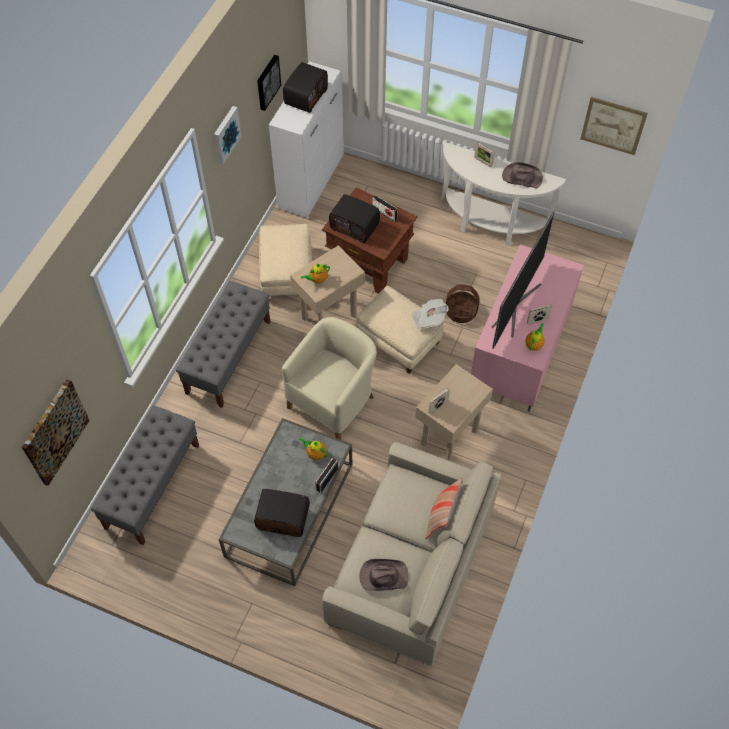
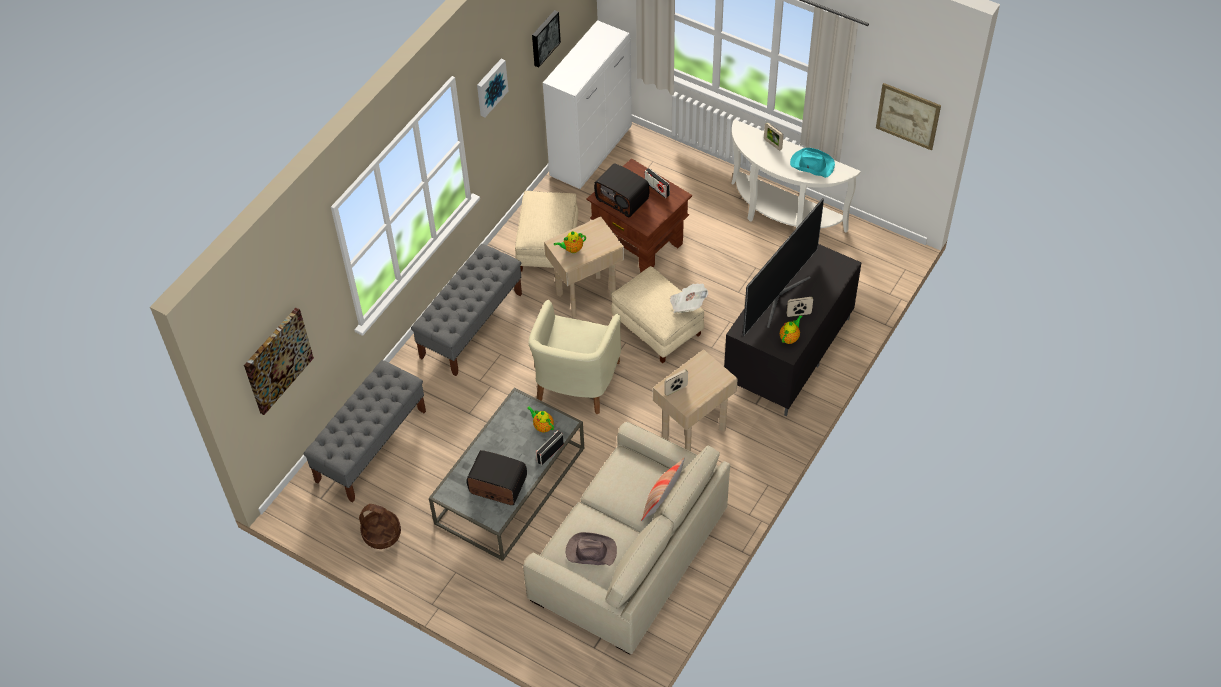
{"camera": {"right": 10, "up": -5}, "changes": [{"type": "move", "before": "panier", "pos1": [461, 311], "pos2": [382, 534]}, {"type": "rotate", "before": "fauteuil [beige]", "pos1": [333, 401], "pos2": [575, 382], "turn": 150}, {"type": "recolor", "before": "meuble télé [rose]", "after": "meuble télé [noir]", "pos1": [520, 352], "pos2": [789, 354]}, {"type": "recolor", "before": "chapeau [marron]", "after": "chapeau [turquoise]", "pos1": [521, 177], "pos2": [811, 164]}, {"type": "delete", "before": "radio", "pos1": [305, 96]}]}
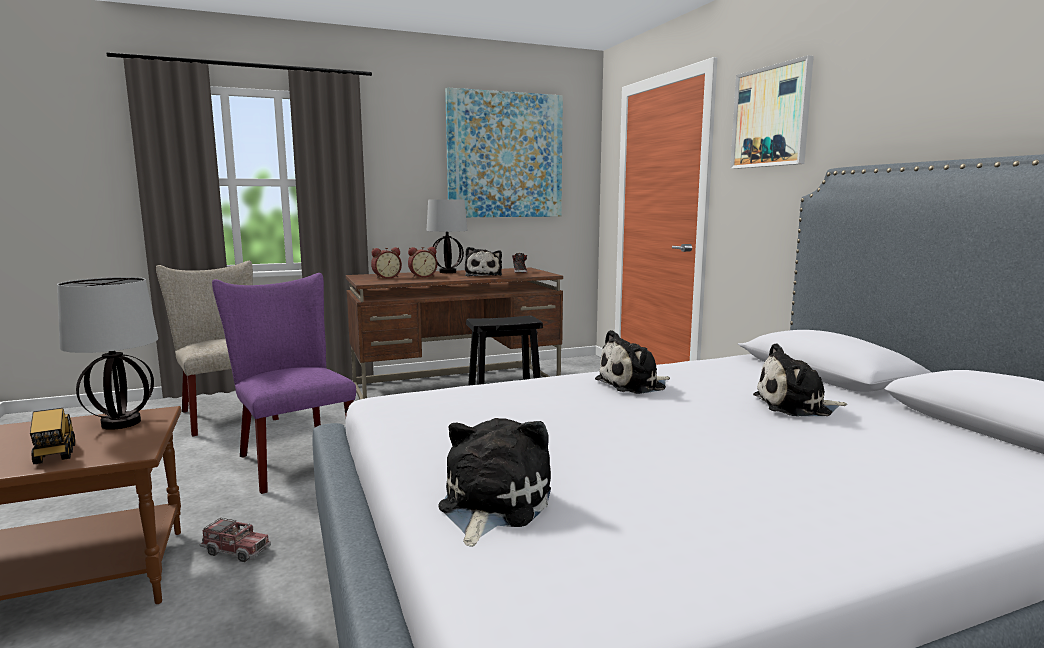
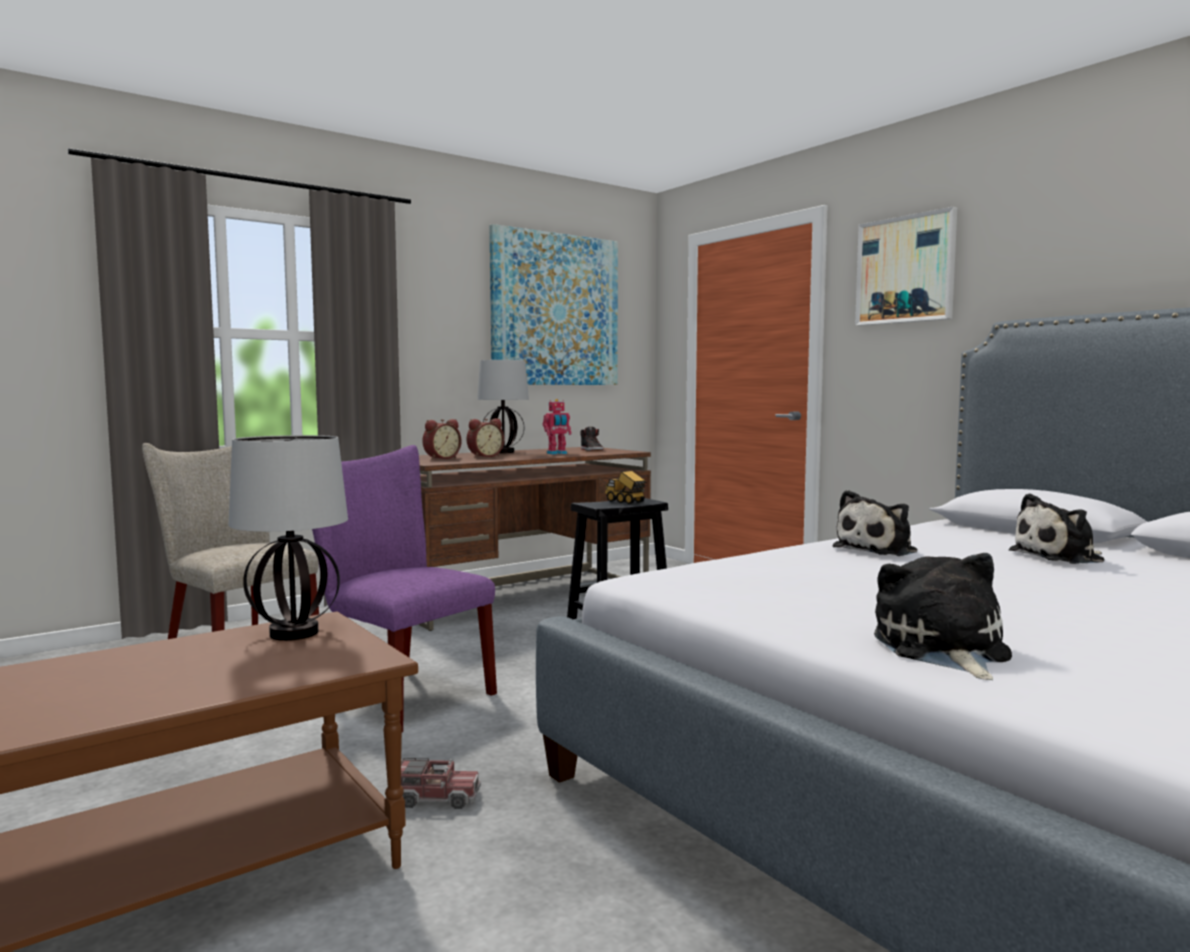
{"camera": {"right": -15, "up": -5}, "changes": [{"type": "replace", "before": "peluche", "after": "robot jouet", "pos1": [483, 275], "pos2": [557, 454]}, {"type": "move", "before": "camion jouet", "pos1": [55, 455], "pos2": [626, 502]}]}
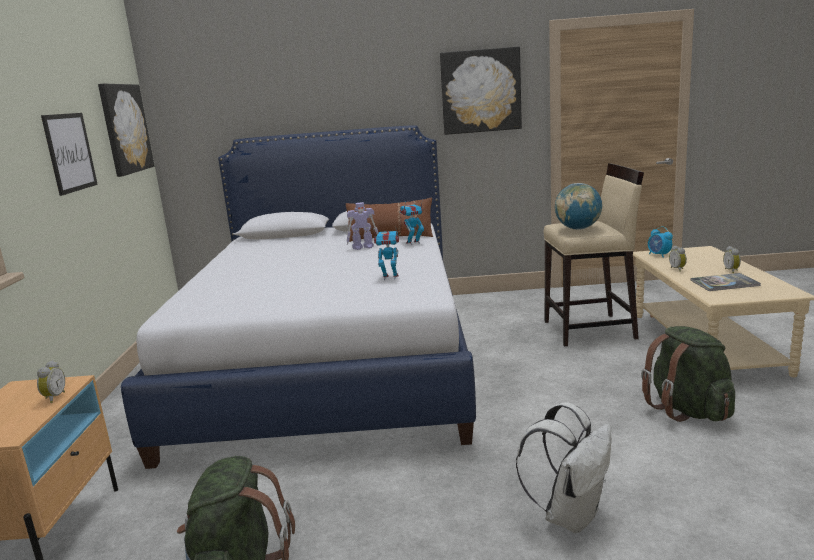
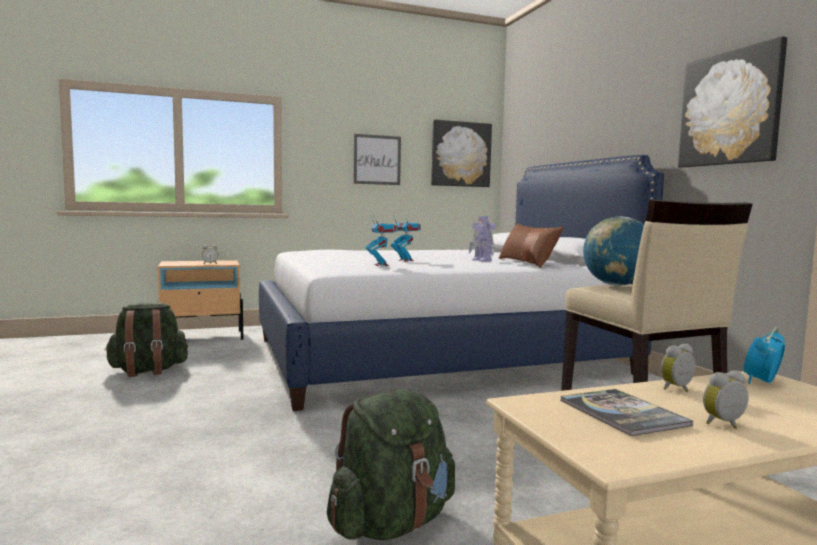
{"camera": {"right": 70, "up": -10}, "changes": [{"type": "move", "before": "robot jouet", "pos1": [413, 243], "pos2": [405, 260]}, {"type": "delete", "before": "sac à dos [blanc]", "pos1": [570, 515]}]}
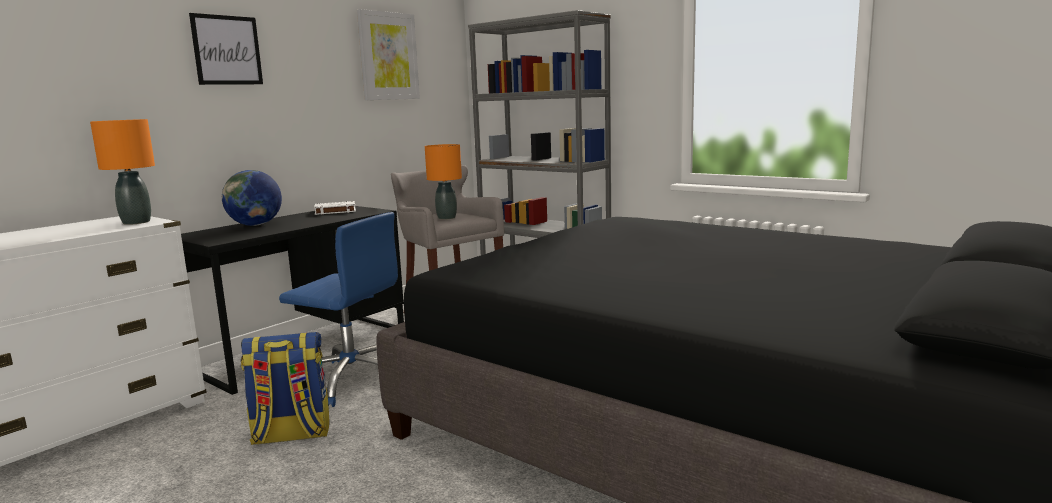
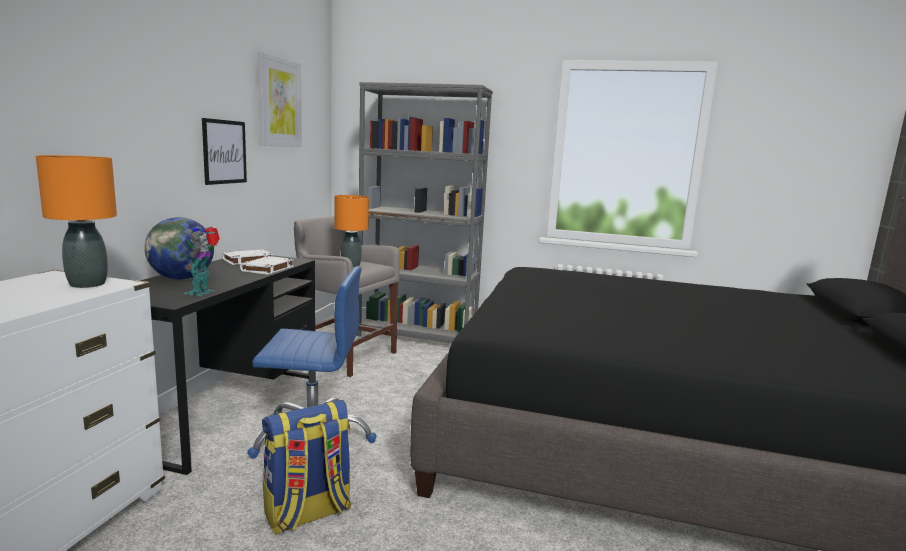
{"camera": {"right": -25, "up": 0}, "changes": [{"type": "insert", "after": "robot jouet", "pos2": [202, 292]}, {"type": "move", "before": "tableau", "pos1": [227, 50], "pos2": [224, 152]}, {"type": "insert", "after": "livre [blanc]", "pos2": [267, 269]}]}
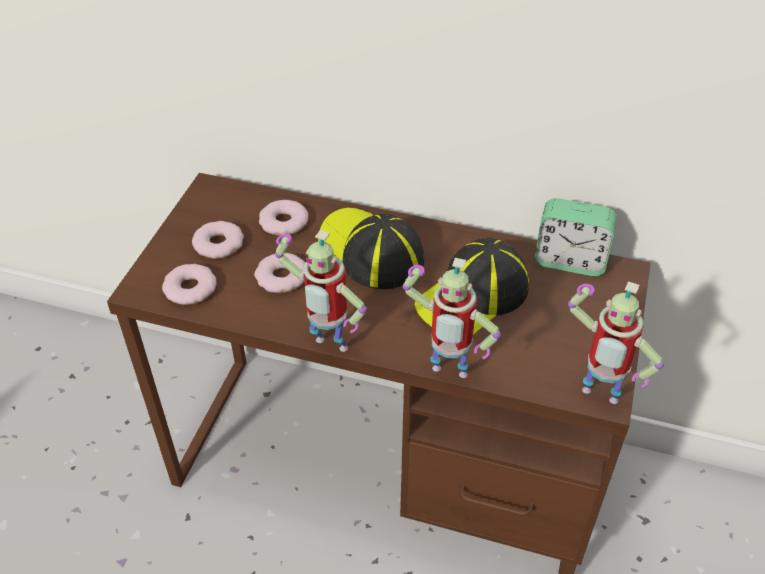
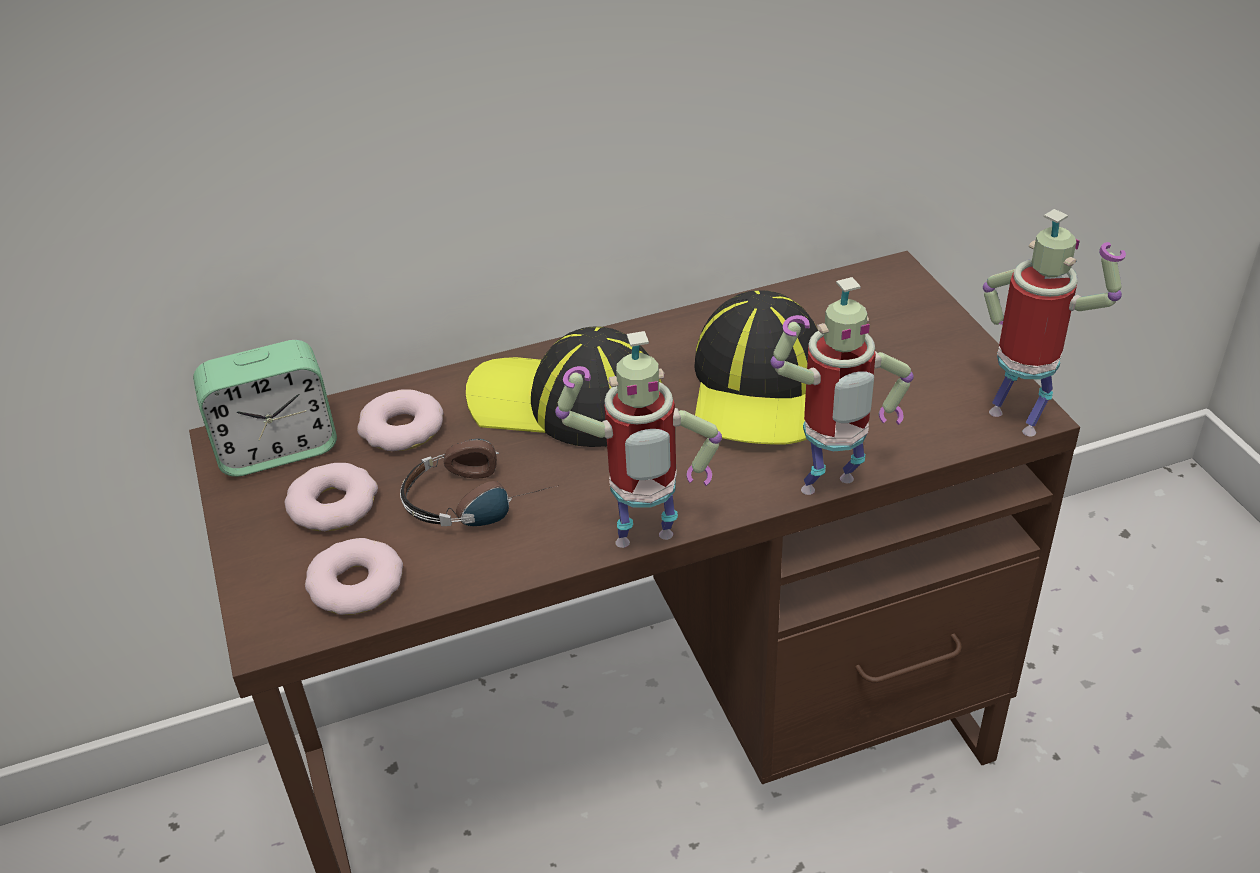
{"camera": {"right": -35, "up": -5}, "changes": [{"type": "move", "before": "réveil", "pos1": [570, 261], "pos2": [277, 449]}, {"type": "replace", "before": "beignet", "after": "casque audio", "pos1": [282, 277], "pos2": [480, 497]}, {"type": "rotate", "before": "robot jouet", "pos1": [597, 399], "pos2": [1019, 419], "turn": -120}]}
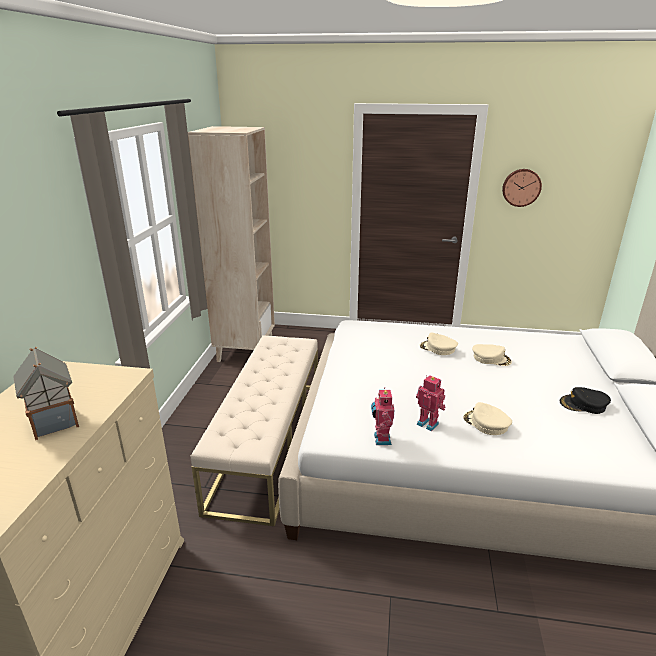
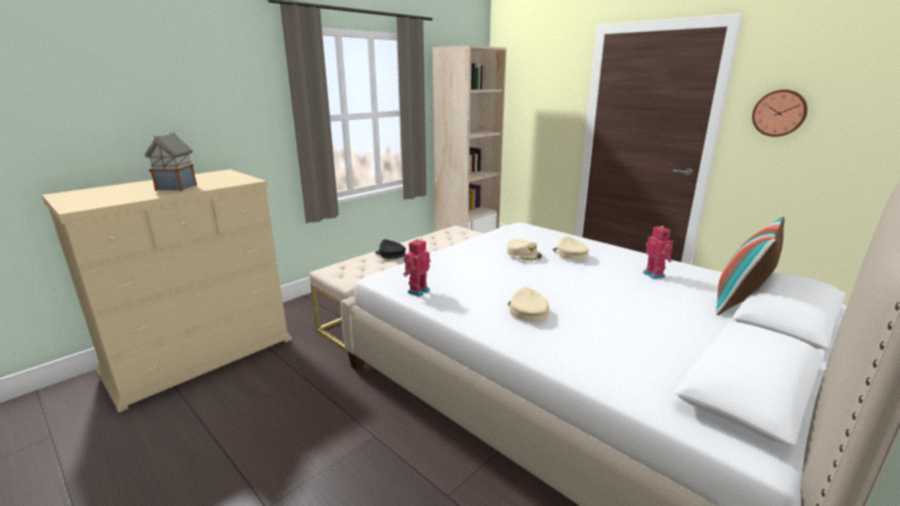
{"camera": {"right": 35, "up": -5}, "changes": [{"type": "move", "before": "casquette [noir]", "pos1": [583, 404], "pos2": [390, 254]}, {"type": "move", "before": "casquette [beige]", "pos1": [491, 358], "pos2": [524, 254]}, {"type": "move", "before": "robot jouet", "pos1": [428, 423], "pos2": [655, 275]}, {"type": "insert", "after": "coussin", "pos2": [740, 302]}]}
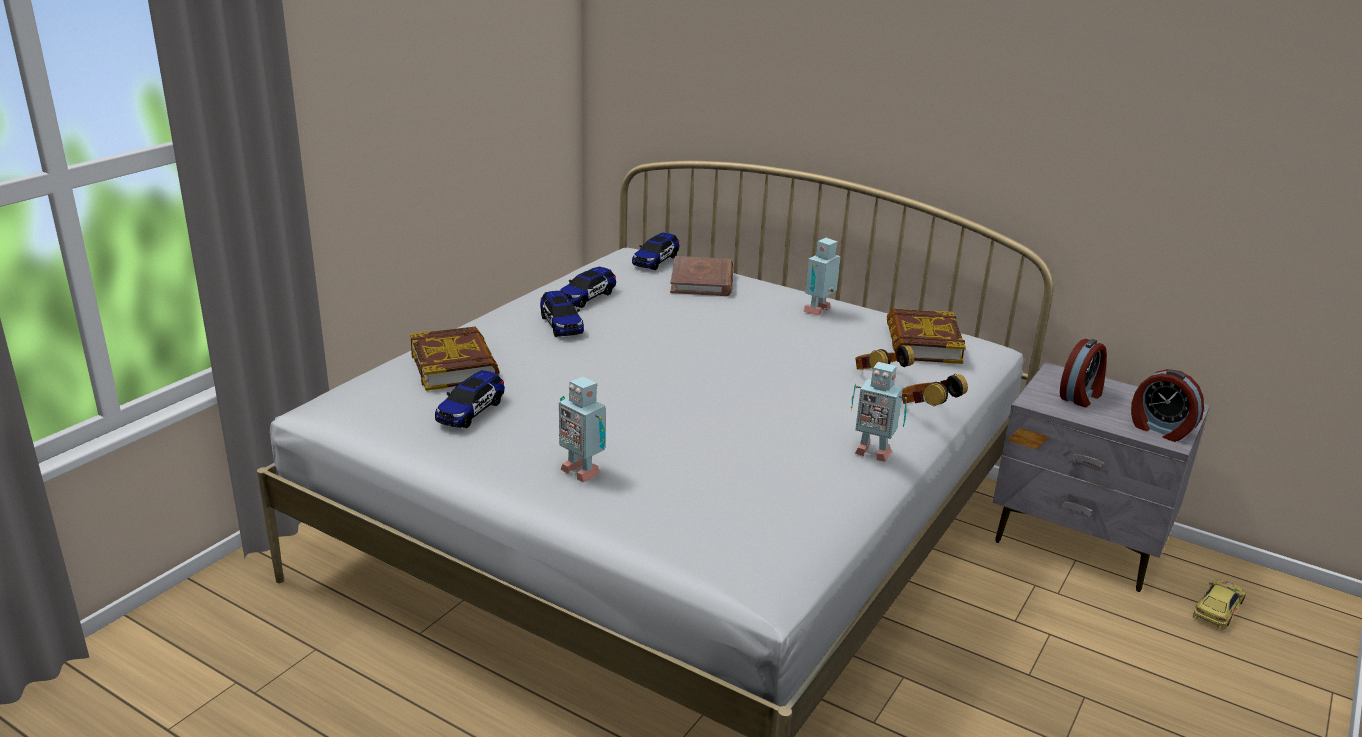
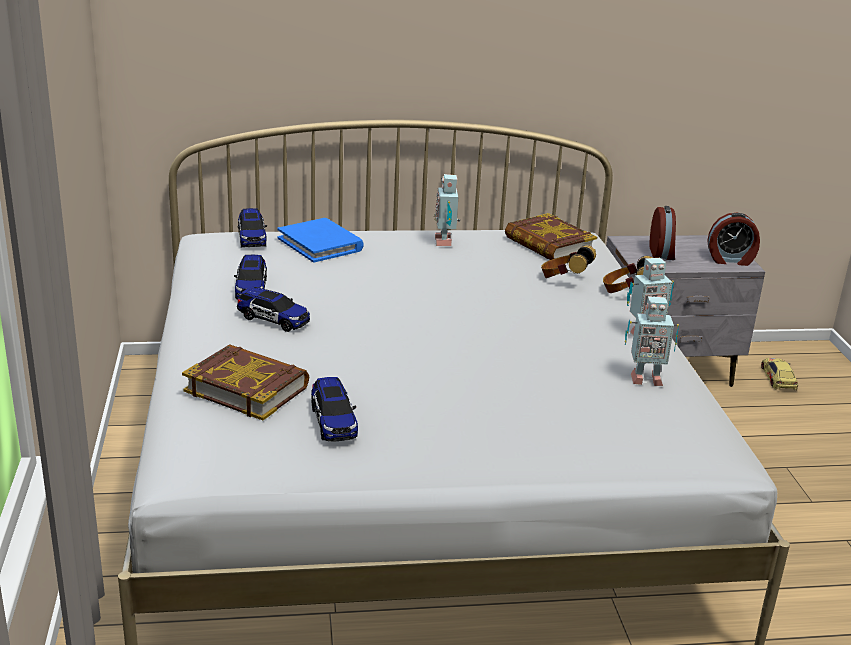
{"camera": {"right": -40, "up": 0}, "changes": [{"type": "recolor", "before": "livre [marron]", "after": "livre [bleu]", "pos1": [702, 281], "pos2": [320, 244]}, {"type": "move", "before": "robot jouet", "pos1": [581, 470], "pos2": [644, 379]}]}
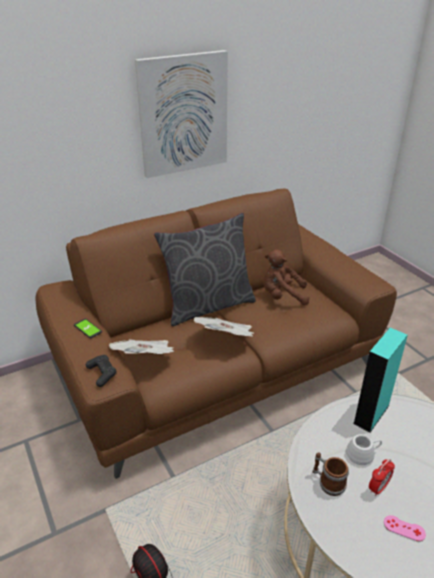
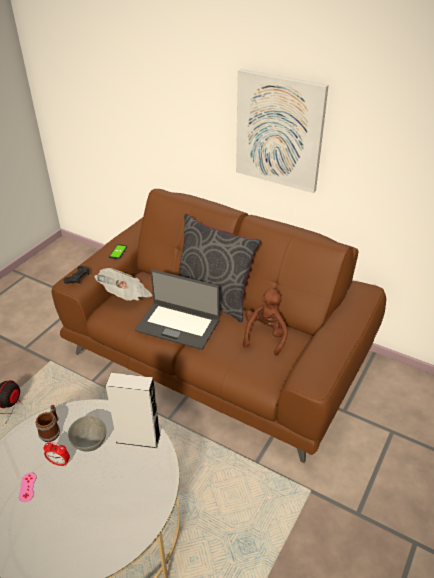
{"camera": {"right": 60, "up": 5}, "changes": [{"type": "replace", "before": "mug [blanc]", "after": "bol [gris]", "pos1": [363, 454], "pos2": [89, 444]}, {"type": "recolor", "before": "enceinte [turquoise]", "after": "enceinte [gris]", "pos1": [371, 414], "pos2": [138, 438]}, {"type": "replace", "before": "journal", "after": "ordinateur portable", "pos1": [226, 339], "pos2": [178, 325]}, {"type": "rotate", "before": "peluche [marron]", "pos1": [282, 296], "pos2": [265, 335], "turn": 45}]}
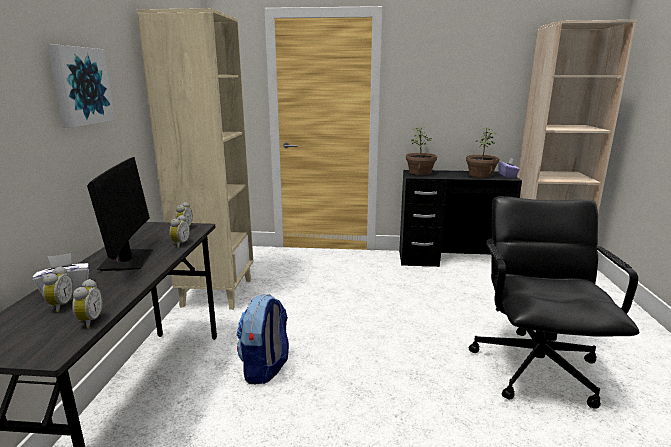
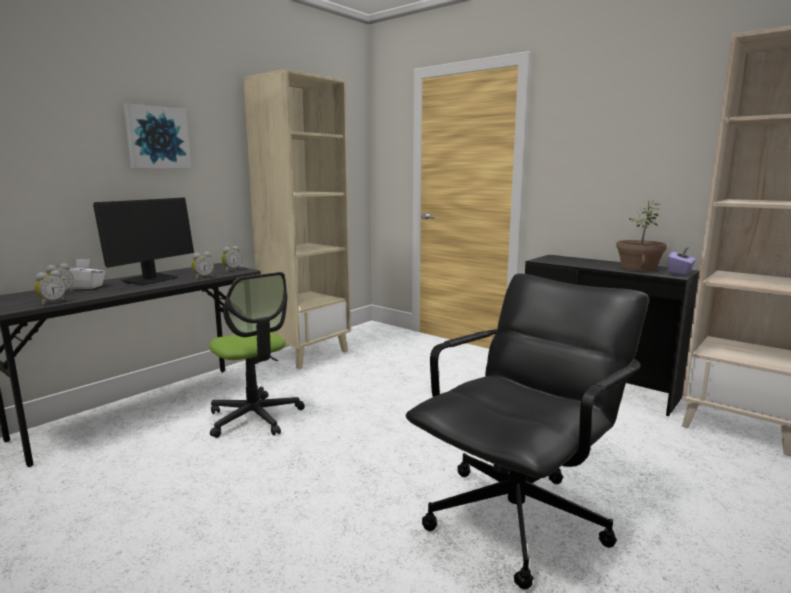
{"camera": {"right": 35, "up": -5}, "changes": [{"type": "replace", "before": "sac à dos", "after": "chaise de bureau", "pos1": [265, 368], "pos2": [255, 417]}, {"type": "delete", "before": "plante en pot", "pos1": [420, 172]}]}
